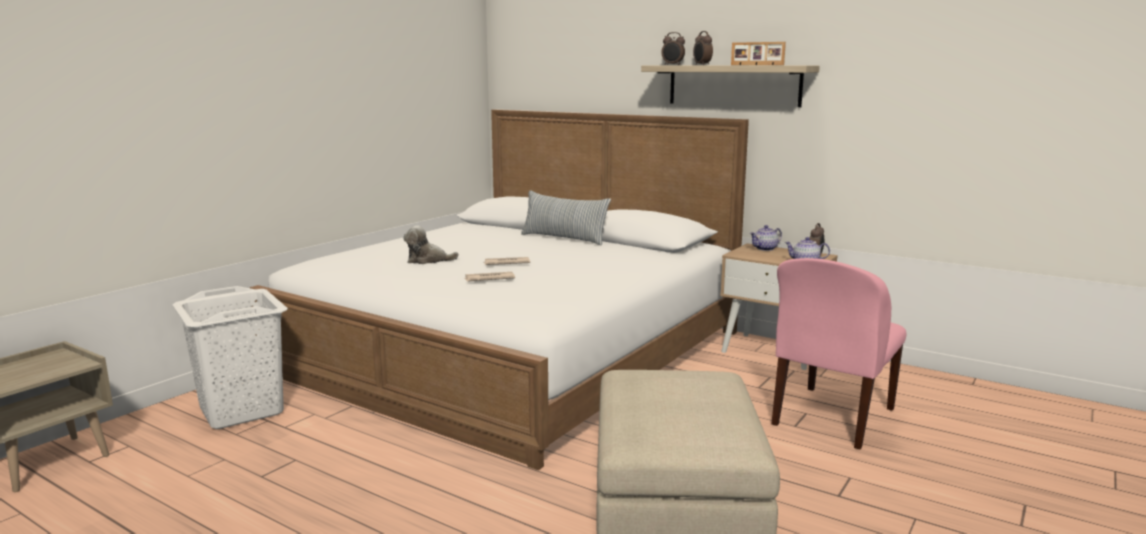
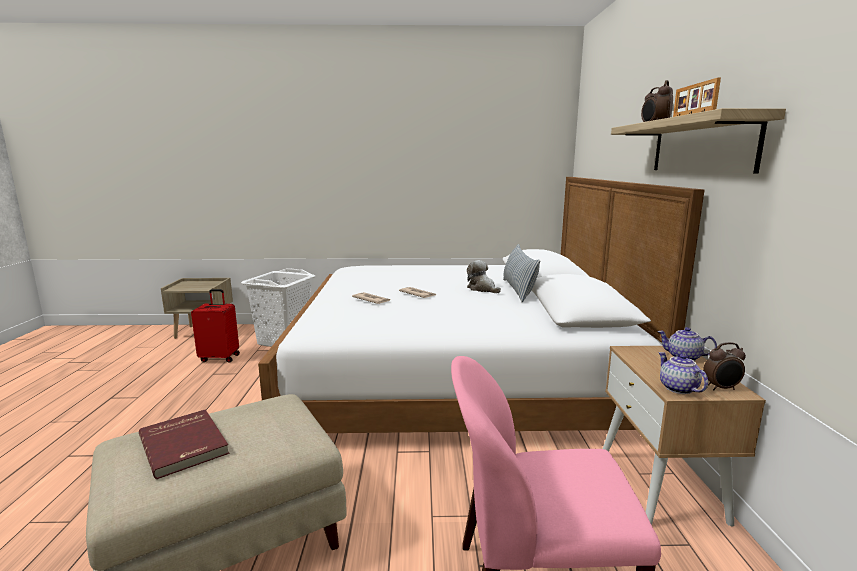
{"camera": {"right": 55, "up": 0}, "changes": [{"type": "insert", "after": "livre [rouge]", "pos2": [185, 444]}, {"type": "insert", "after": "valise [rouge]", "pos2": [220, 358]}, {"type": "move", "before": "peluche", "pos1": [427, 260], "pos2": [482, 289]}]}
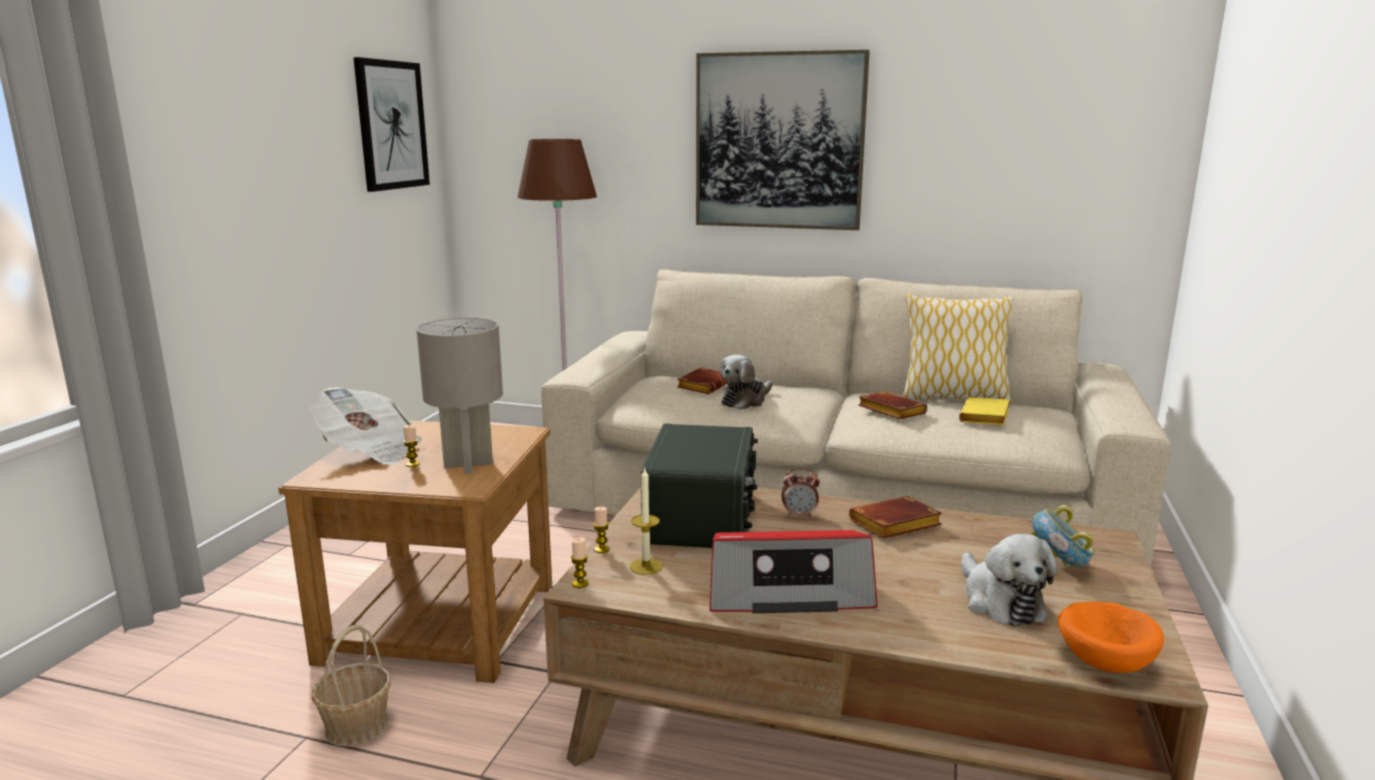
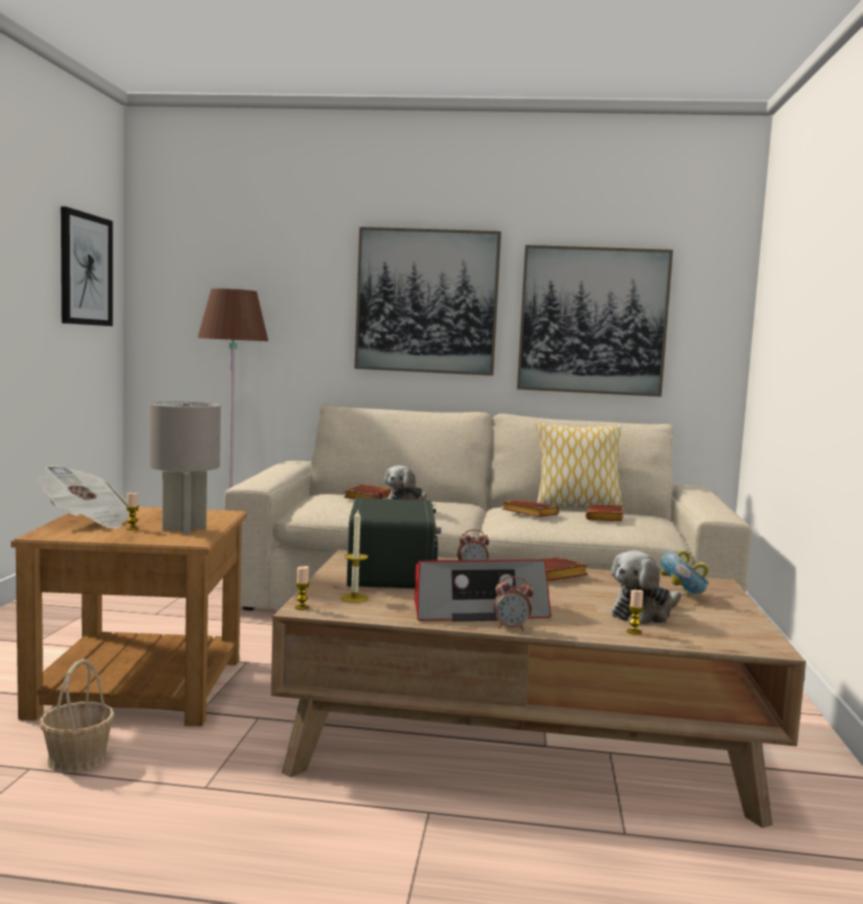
{"camera": {"right": -10, "up": -10}, "changes": [{"type": "insert", "after": "réveil", "pos2": [511, 628]}, {"type": "insert", "after": "tableau", "pos2": [592, 321]}, {"type": "recolor", "before": "livre [jaune]", "after": "livre [marron]", "pos1": [986, 418], "pos2": [606, 518]}, {"type": "rotate", "before": "peluche", "pos1": [1000, 601], "pos2": [644, 614], "turn": 75}, {"type": "move", "before": "bougie", "pos1": [601, 549], "pos2": [634, 632]}, {"type": "delete", "before": "bol [orange]", "pos1": [1105, 661]}]}
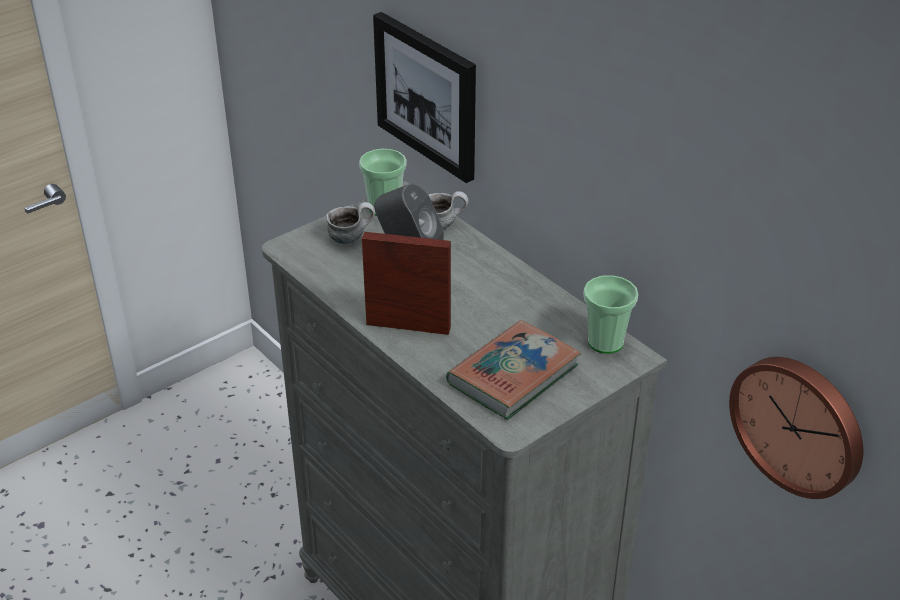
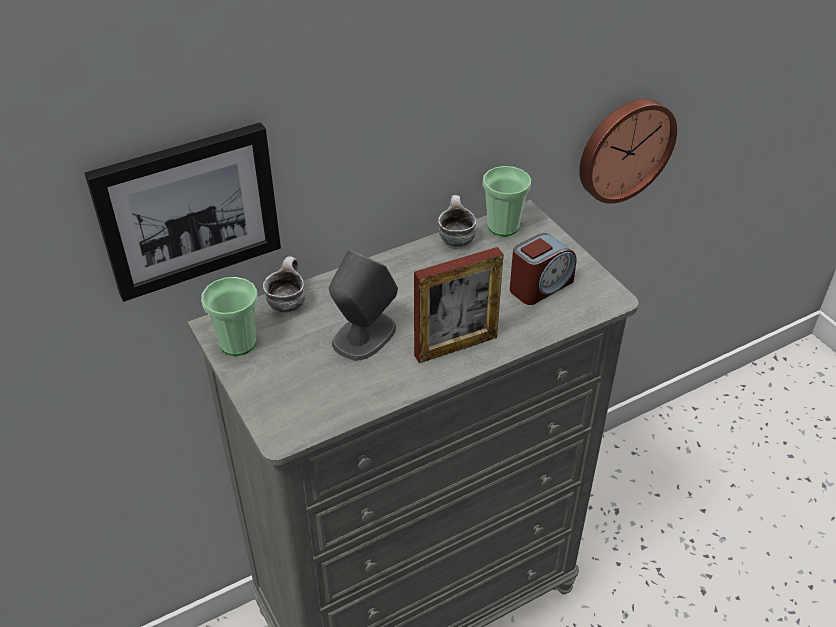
{"camera": {"right": -80, "up": 5}, "changes": [{"type": "rotate", "before": "cadre photo", "pos1": [408, 326], "pos2": [455, 346], "turn": -135}, {"type": "move", "before": "mug", "pos1": [351, 237], "pos2": [455, 237]}, {"type": "replace", "before": "livre", "after": "réveil", "pos1": [513, 375], "pos2": [540, 286]}]}
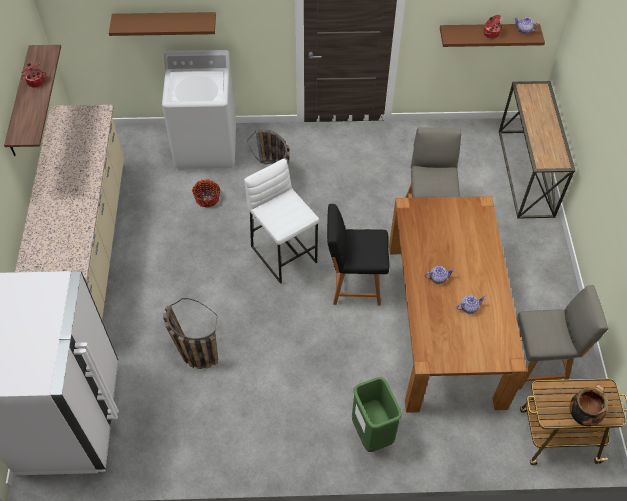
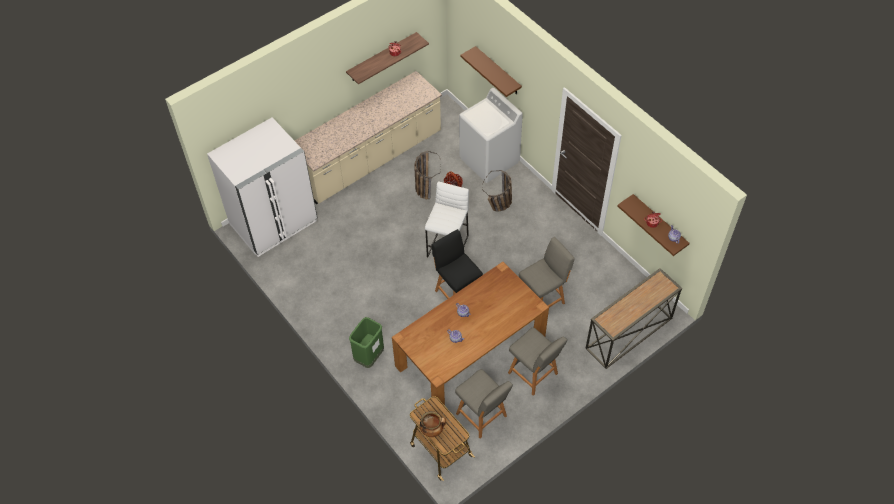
{"camera": {"right": 55, "up": 0}, "changes": [{"type": "move", "before": "panier", "pos1": [192, 351], "pos2": [424, 186]}, {"type": "insert", "after": "chaise [gris]", "pos2": [534, 374]}]}
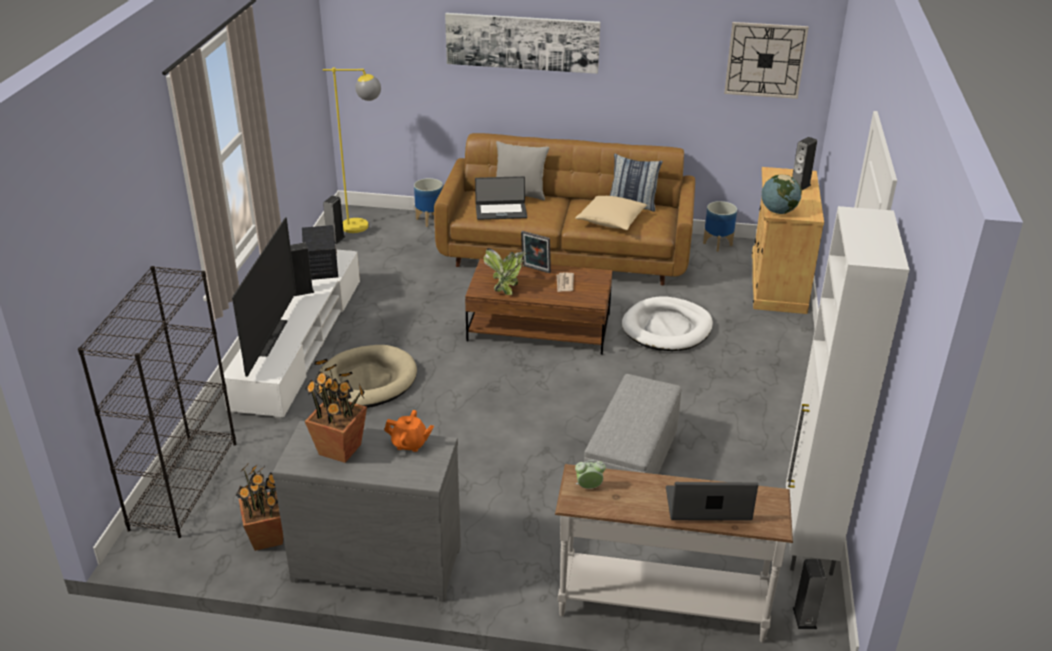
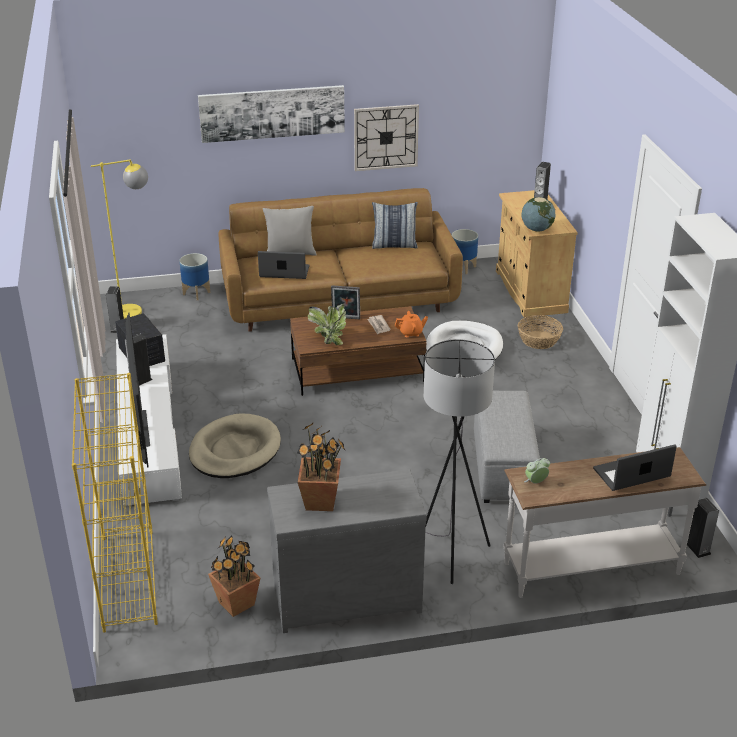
{"camera": {"right": -20, "up": 0}, "changes": [{"type": "recolor", "before": "bibliothèque [noir]", "after": "bibliothèque [jaune]", "pos1": [184, 484], "pos2": [128, 579]}, {"type": "rotate", "before": "ordinateur portable", "pos1": [501, 211], "pos2": [284, 272], "turn": -150}, {"type": "move", "before": "horloge murale", "pos1": [765, 60], "pos2": [386, 137]}, {"type": "move", "before": "théière [orange]", "pos1": [410, 444], "pos2": [411, 333]}, {"type": "insert", "after": "lampadaire [gris]", "pos2": [448, 553]}, {"type": "insert", "after": "panier", "pos2": [538, 340]}, {"type": "delete", "before": "coussin [beige]", "pos1": [611, 221]}]}
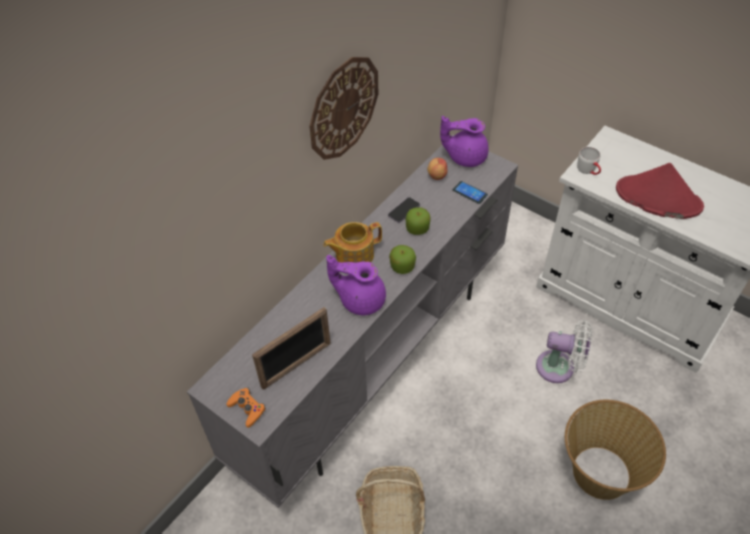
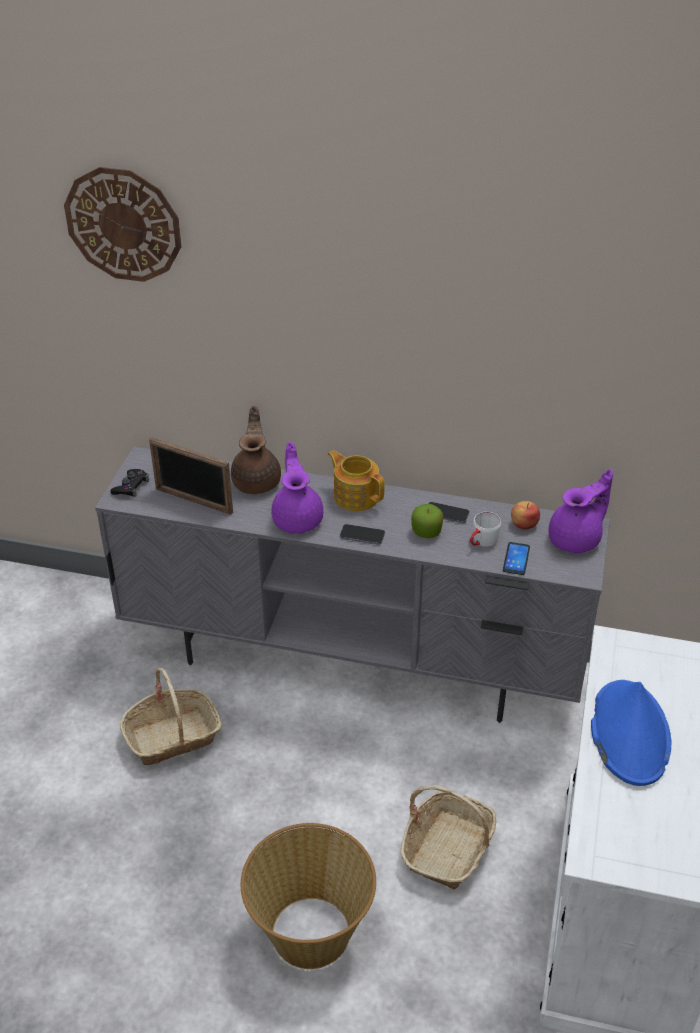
{"camera": {"right": 65, "up": -10}, "changes": [{"type": "move", "before": "horloge murale", "pos1": [343, 108], "pos2": [123, 224]}, {"type": "recolor", "before": "manette [orange]", "after": "manette [noir]", "pos1": [247, 408], "pos2": [131, 487]}, {"type": "insert", "after": "théière [marron]", "pos2": [257, 480]}, {"type": "replace", "before": "pomme", "after": "téléphone", "pos1": [402, 266], "pos2": [362, 535]}, {"type": "replace", "before": "ventilateur [blanc]", "after": "panier", "pos1": [559, 368], "pos2": [448, 848]}, {"type": "move", "before": "mug [blanc]", "pos1": [589, 170], "pos2": [482, 542]}, {"type": "rotate", "before": "théière [violet]", "pos1": [465, 157], "pos2": [576, 539], "turn": 75}, {"type": "recolor", "before": "chapeau [rouge]", "after": "chapeau [bleu]", "pos1": [657, 198], "pos2": [629, 733]}]}
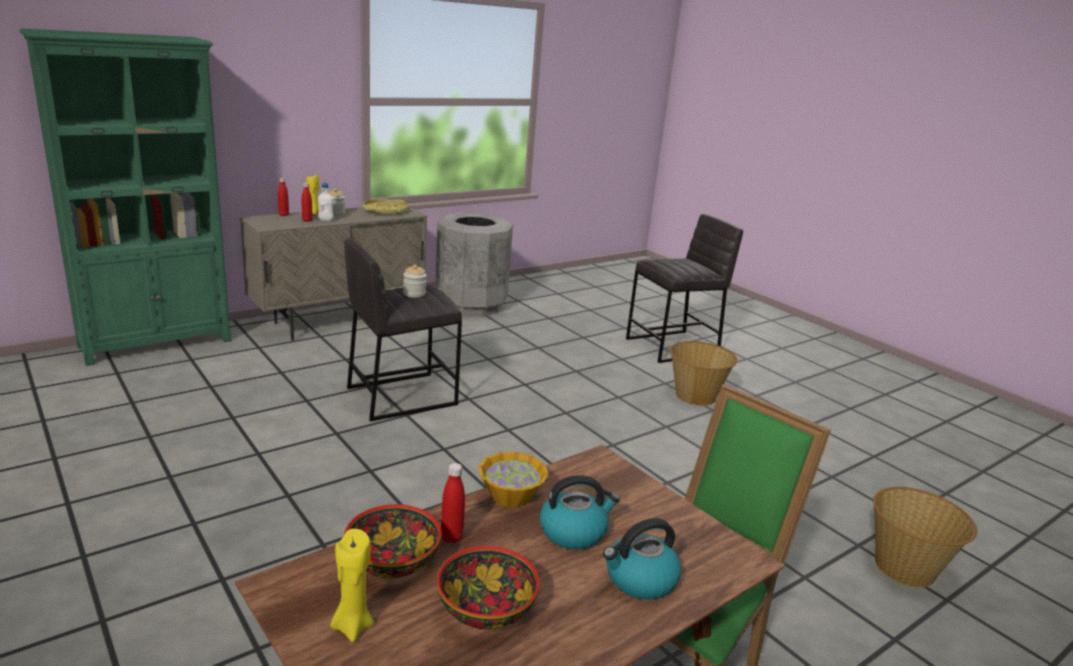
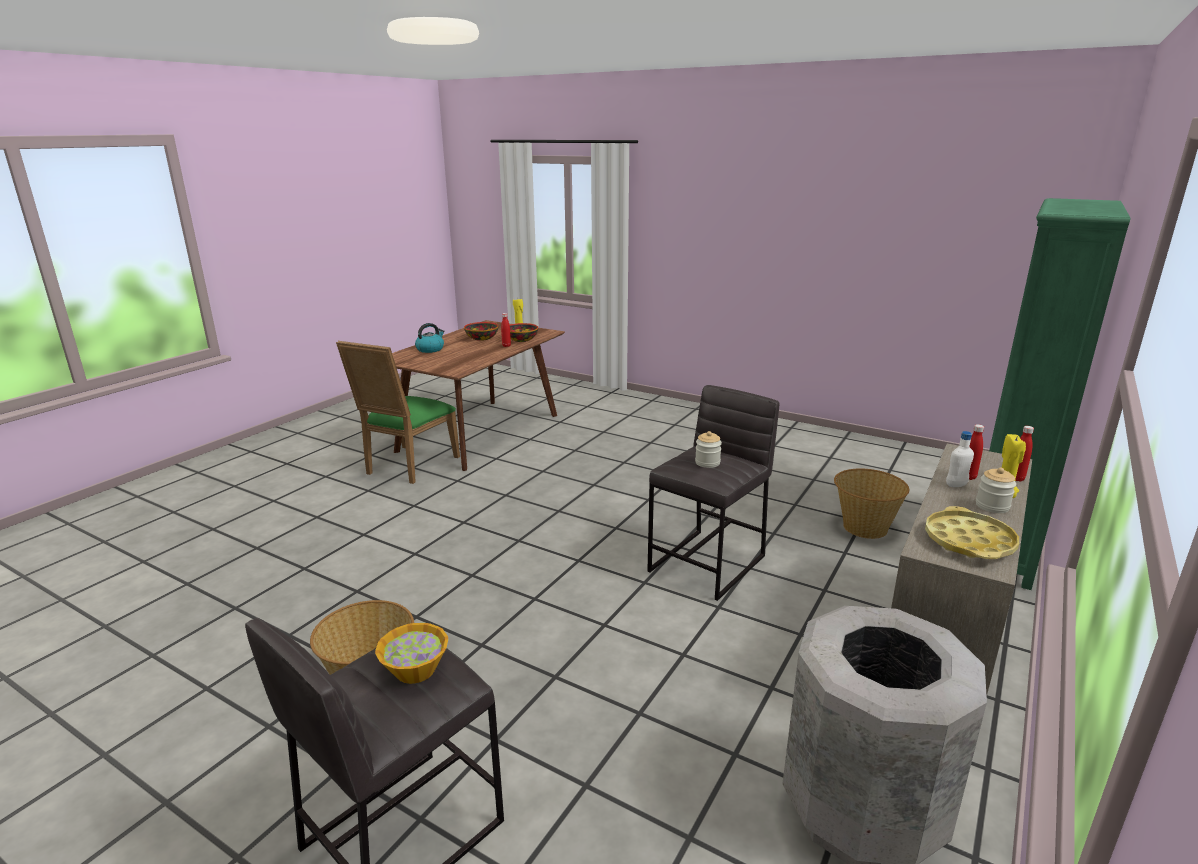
{"camera": {"right": 160, "up": 0}, "changes": [{"type": "move", "before": "bol", "pos1": [511, 496], "pos2": [415, 669]}, {"type": "move", "before": "panier", "pos1": [906, 568], "pos2": [864, 527]}, {"type": "delete", "before": "bouilloire", "pos1": [574, 532]}]}
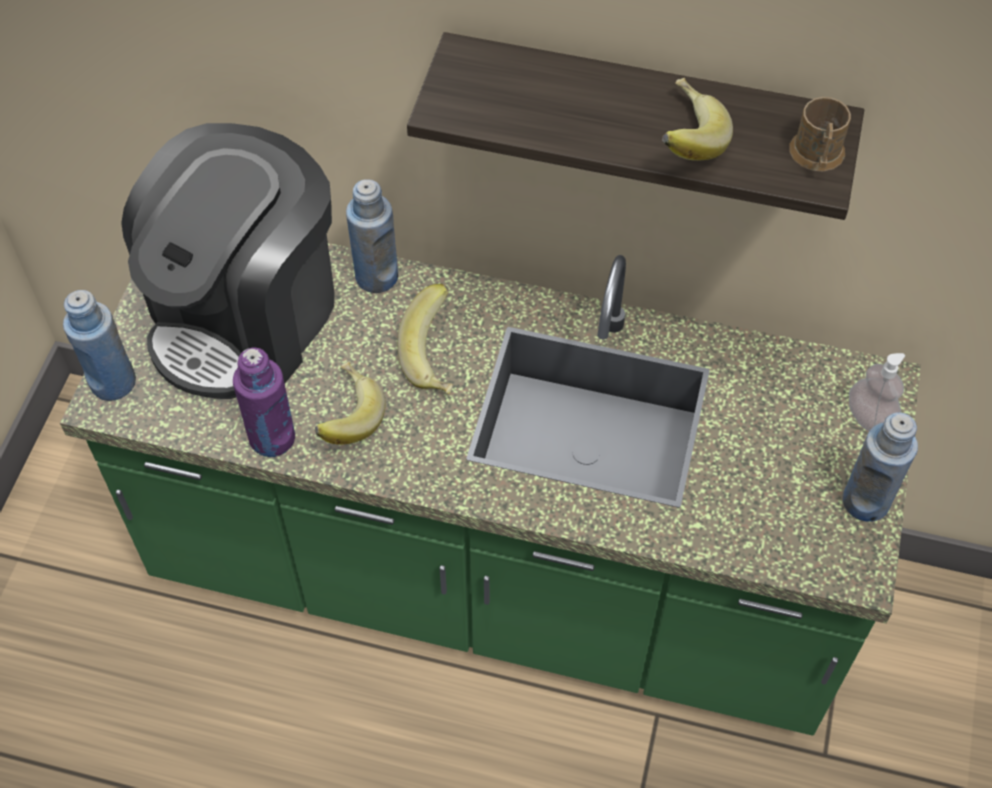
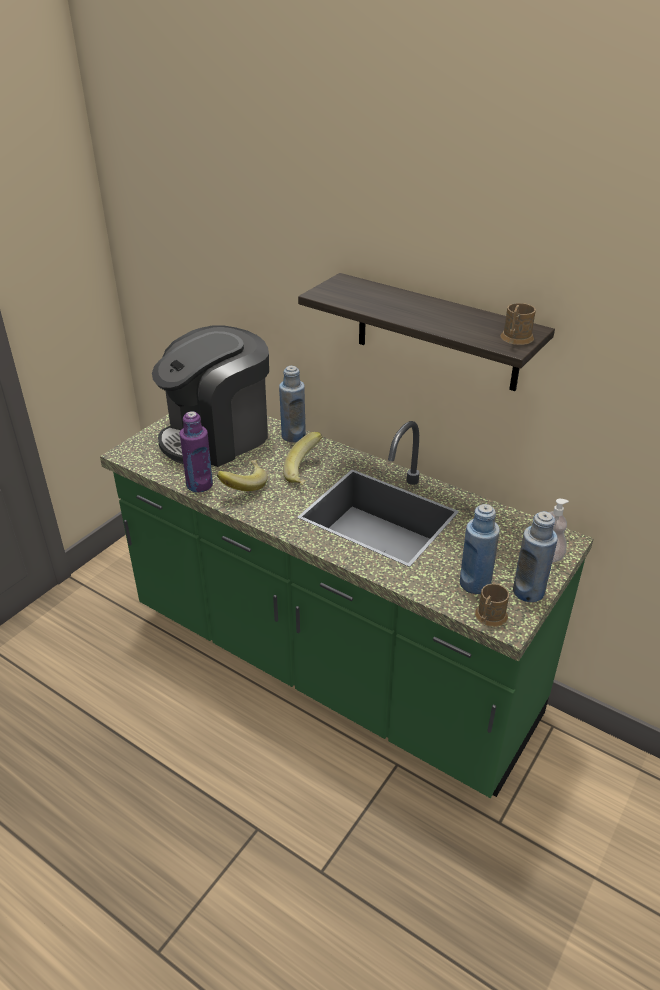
{"camera": {"right": 20, "up": -20}, "changes": [{"type": "move", "before": "bouteille [bleu]", "pos1": [113, 382], "pos2": [475, 584]}, {"type": "insert", "after": "mug [marron]", "pos2": [489, 618]}, {"type": "delete", "before": "banane", "pos1": [682, 140]}]}
